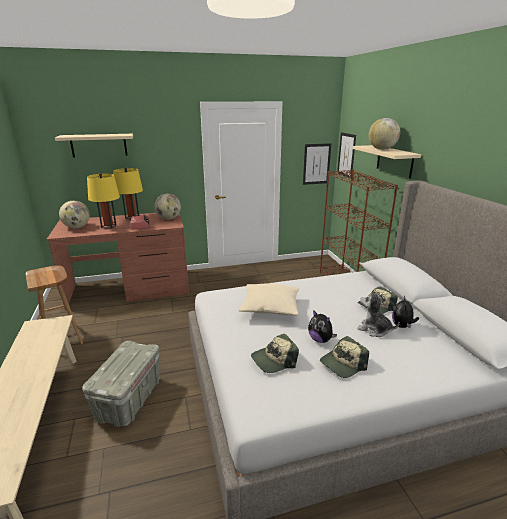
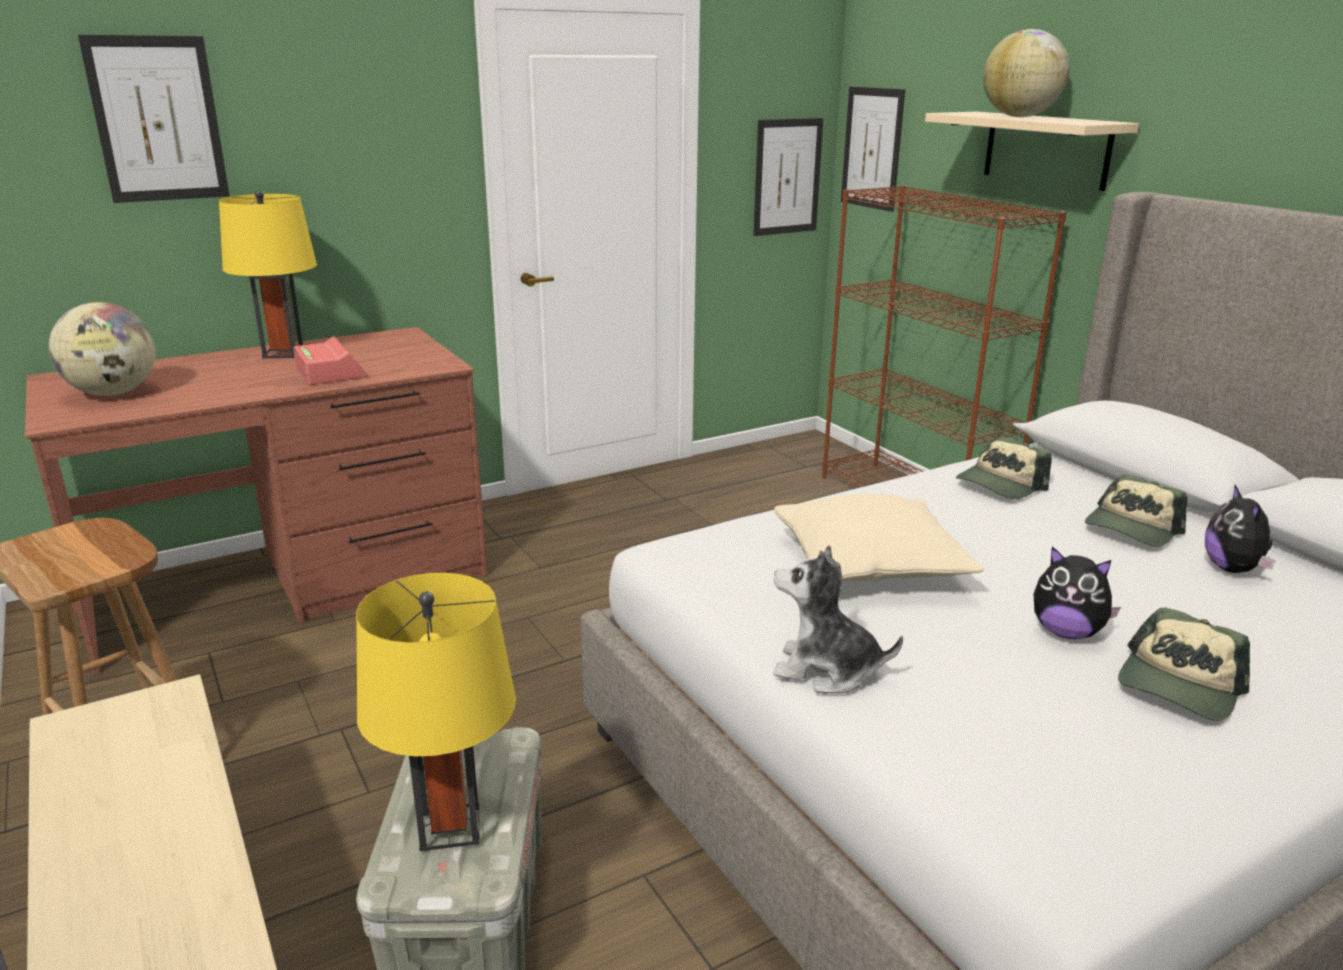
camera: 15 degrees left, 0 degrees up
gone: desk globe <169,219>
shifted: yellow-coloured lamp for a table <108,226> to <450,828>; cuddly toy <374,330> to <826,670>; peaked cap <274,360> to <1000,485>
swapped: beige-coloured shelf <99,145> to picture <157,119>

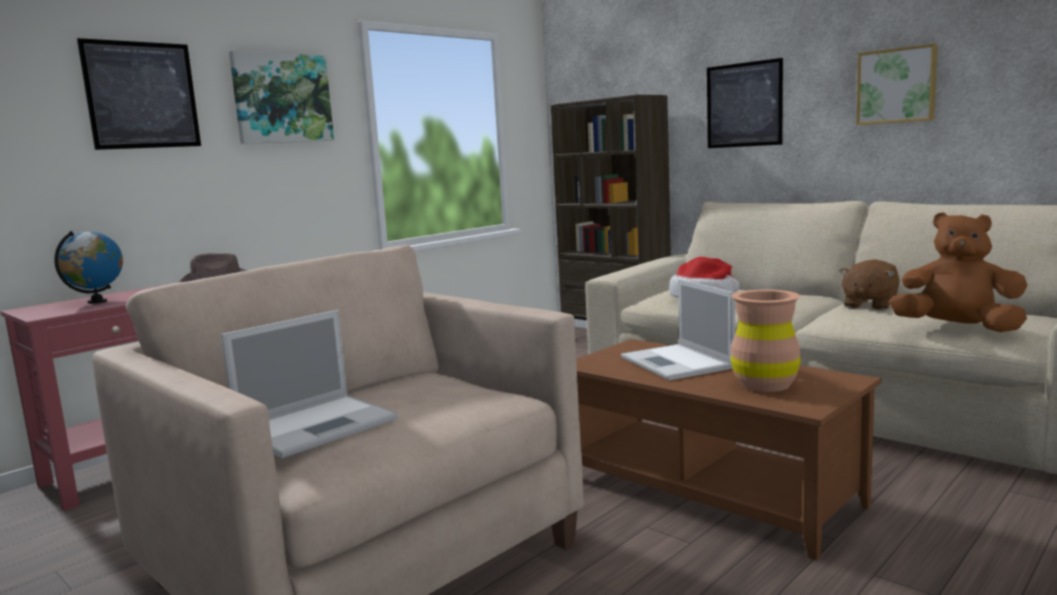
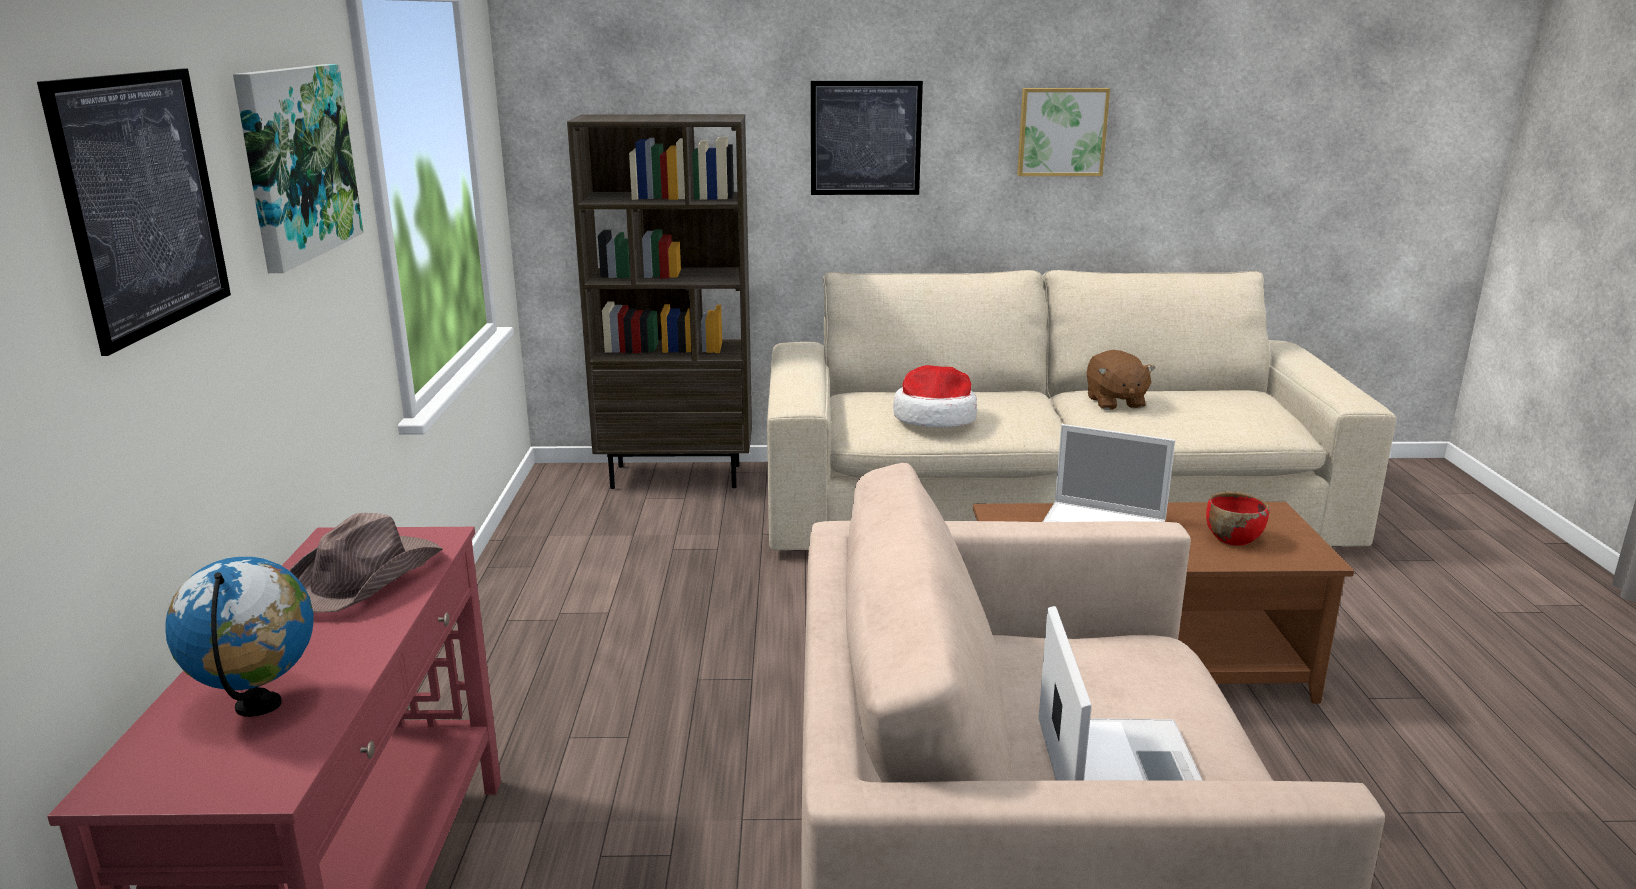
camera: 45 degrees left, 10 degrees up
gone: brownish cuddly toy <957,328>
swapped: brownish flower vase <765,384> to red-coloured bowl <1232,538>

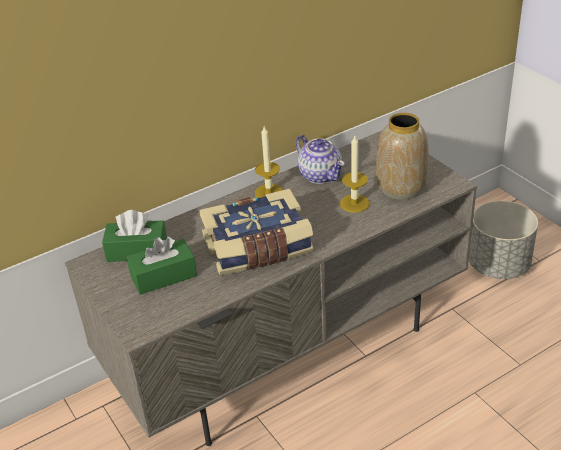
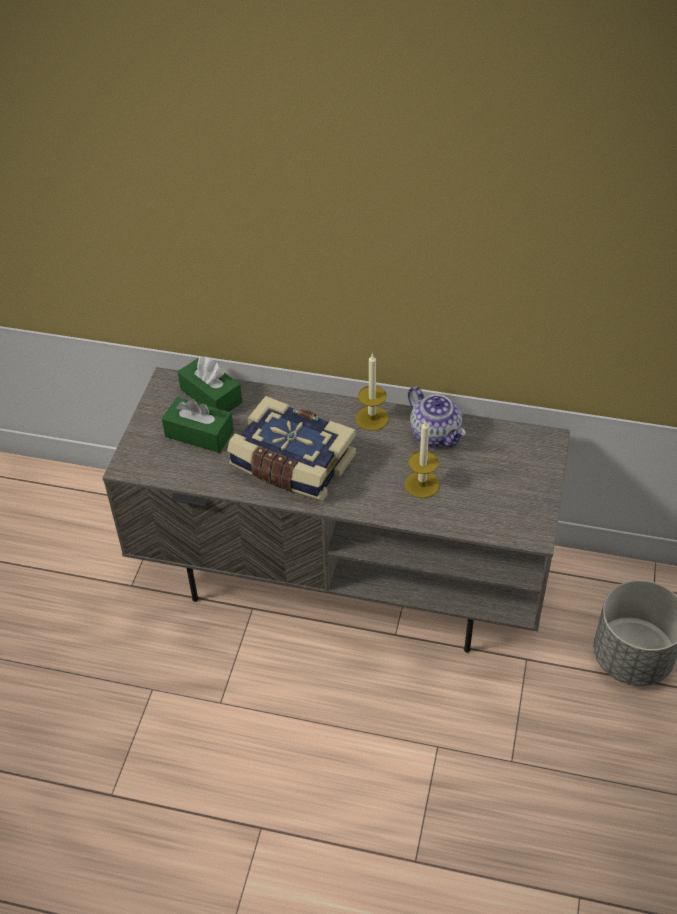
camera: 45 degrees right, 10 degrees up
gone: flower vase <401,189>
rotated: teapot <321,175> = <436,434> 45 degrees counterclockwise

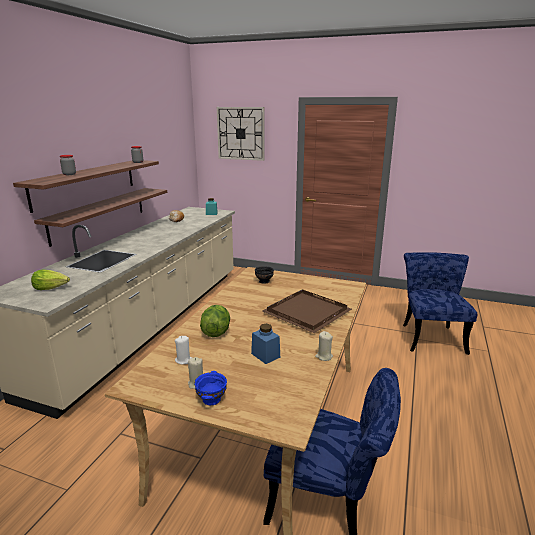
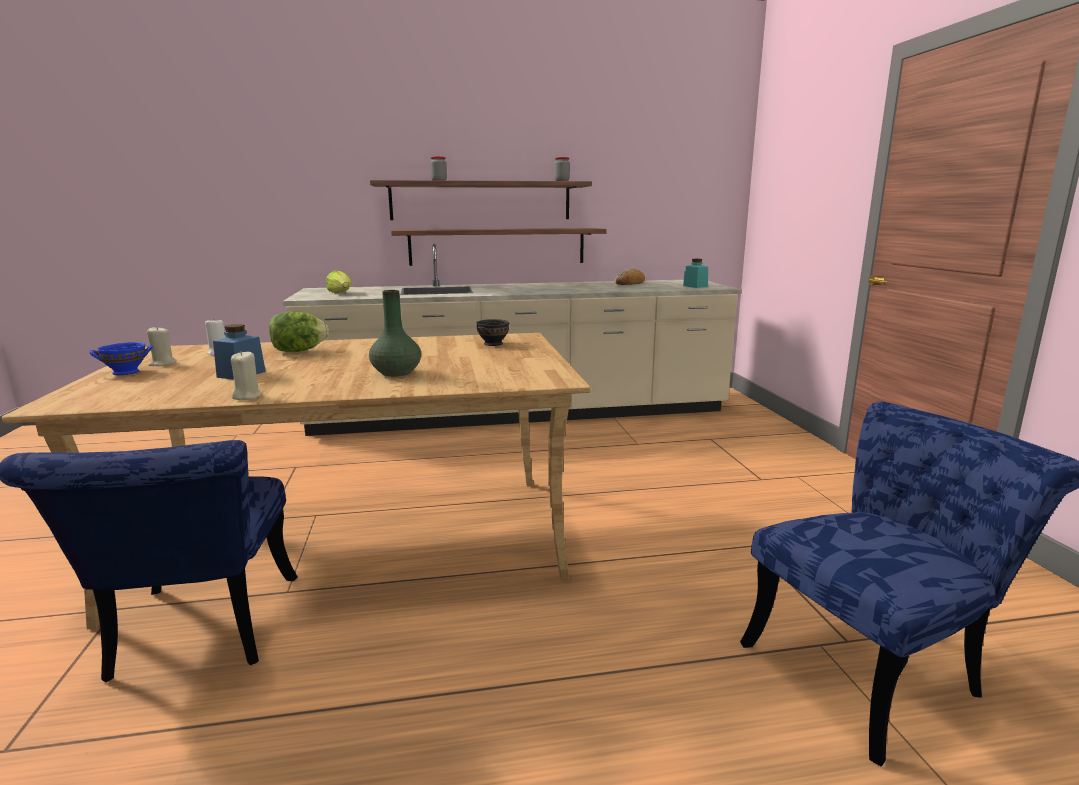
camera: 60 degrees right, 5 degrees down
gone: clock on the wall <241,133>
swapped: brownish serving tray <307,313> to greenish flower vase <395,373>

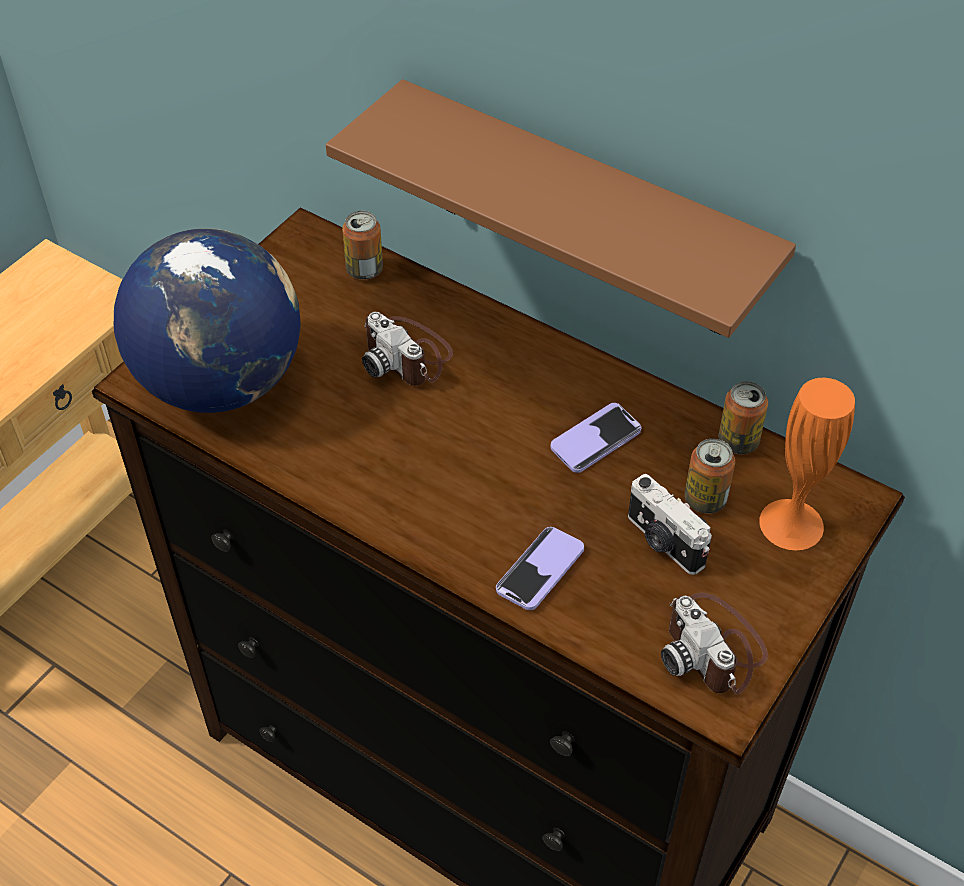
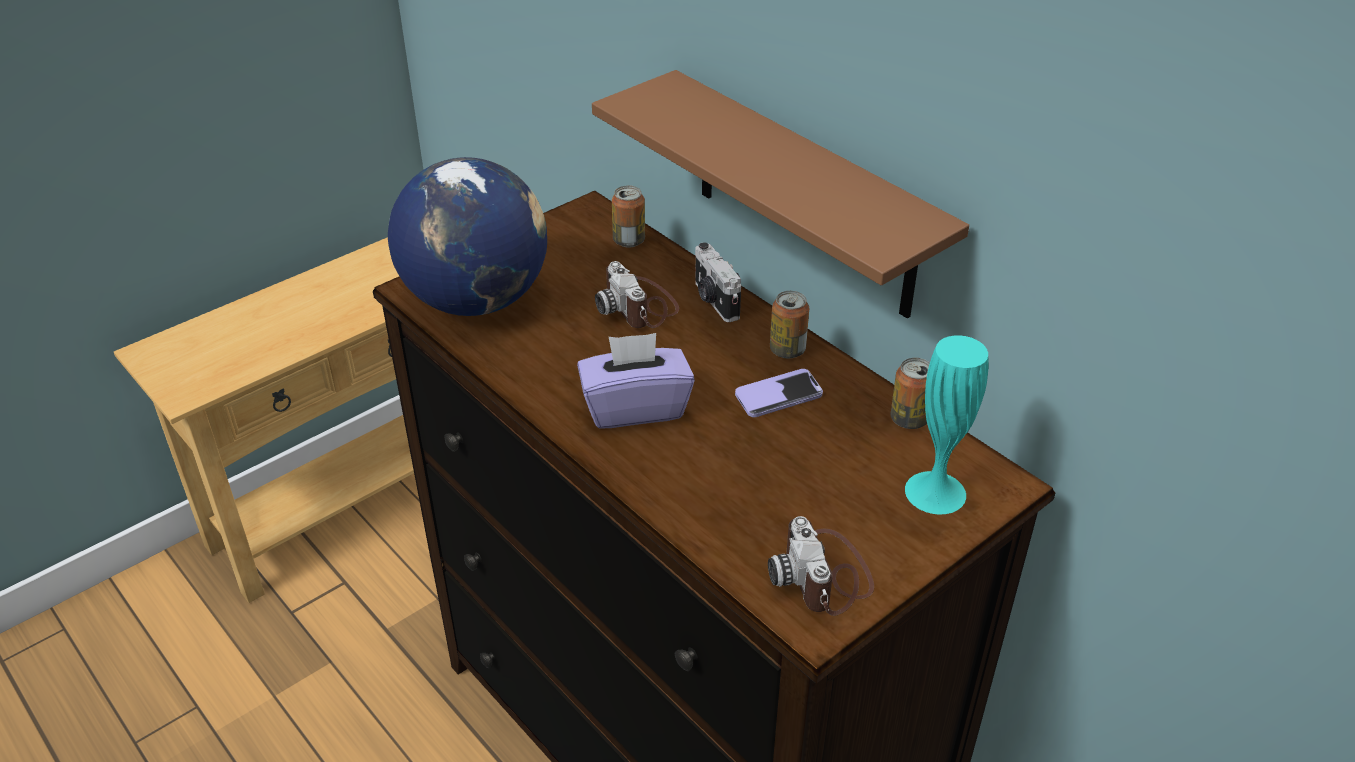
camera: 15 degrees right, 10 degrees down
gone: handset <540,570>
new: purplish tissue holder <635,407>
shifted: still camera <663,542> to <714,300>; can <705,499> to <787,350>
repainted: orange flower vase <791,524> to blue-green flower vase <935,492>

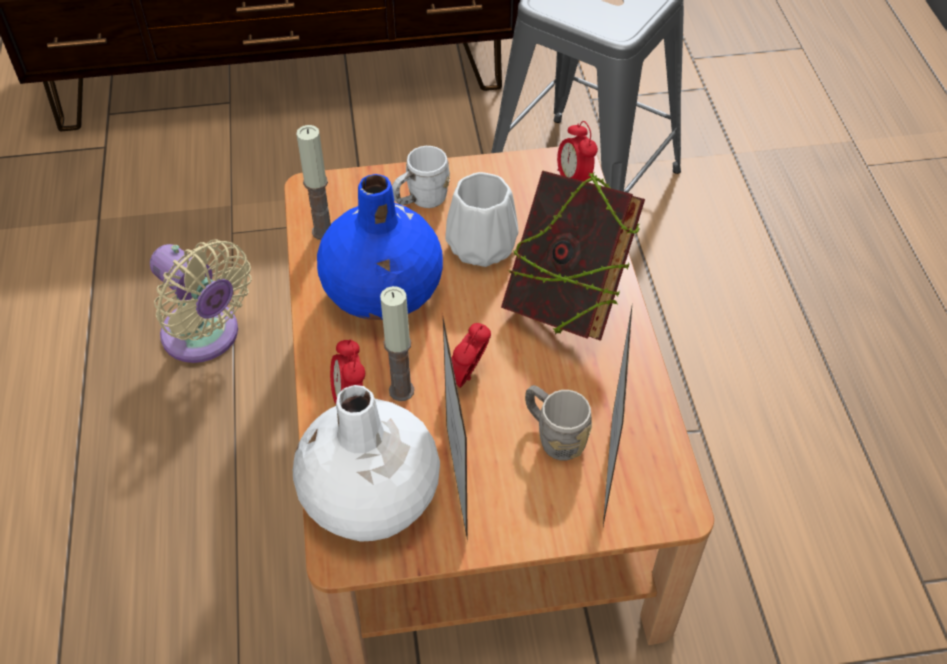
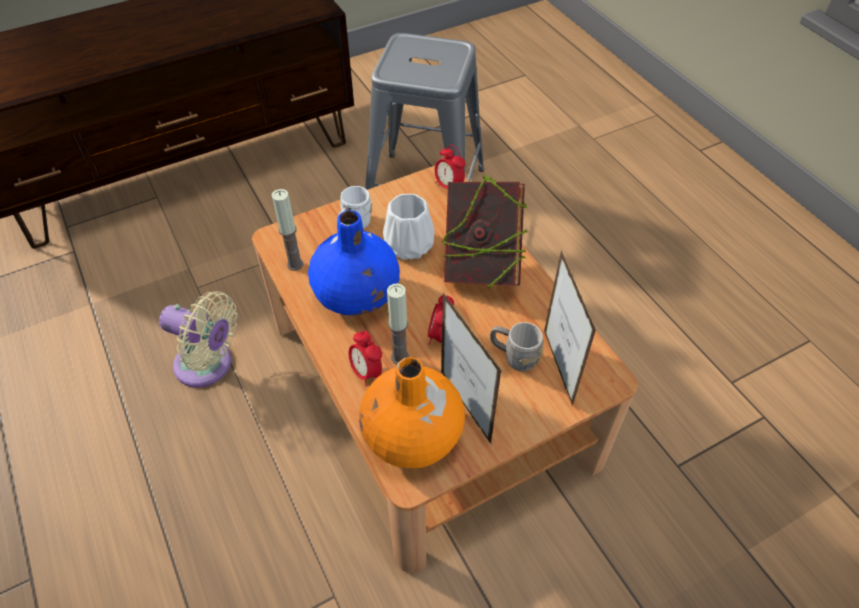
camera: 20 degrees left, 0 degrees up
repainted: whitish flower vase <370,498> to orange flower vase <412,436>

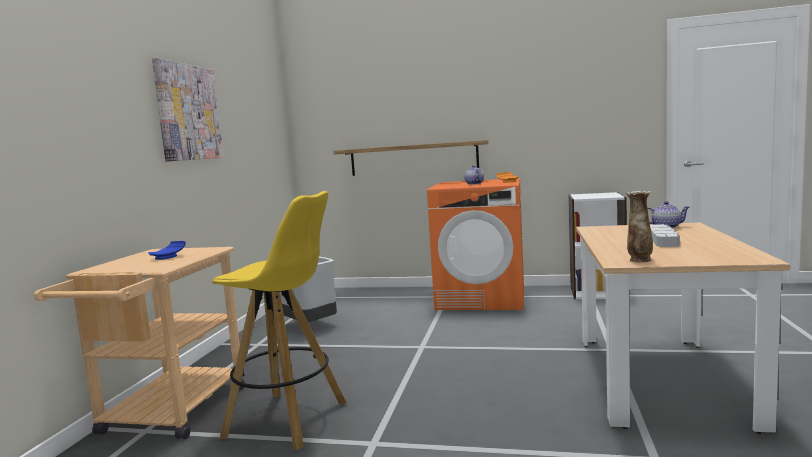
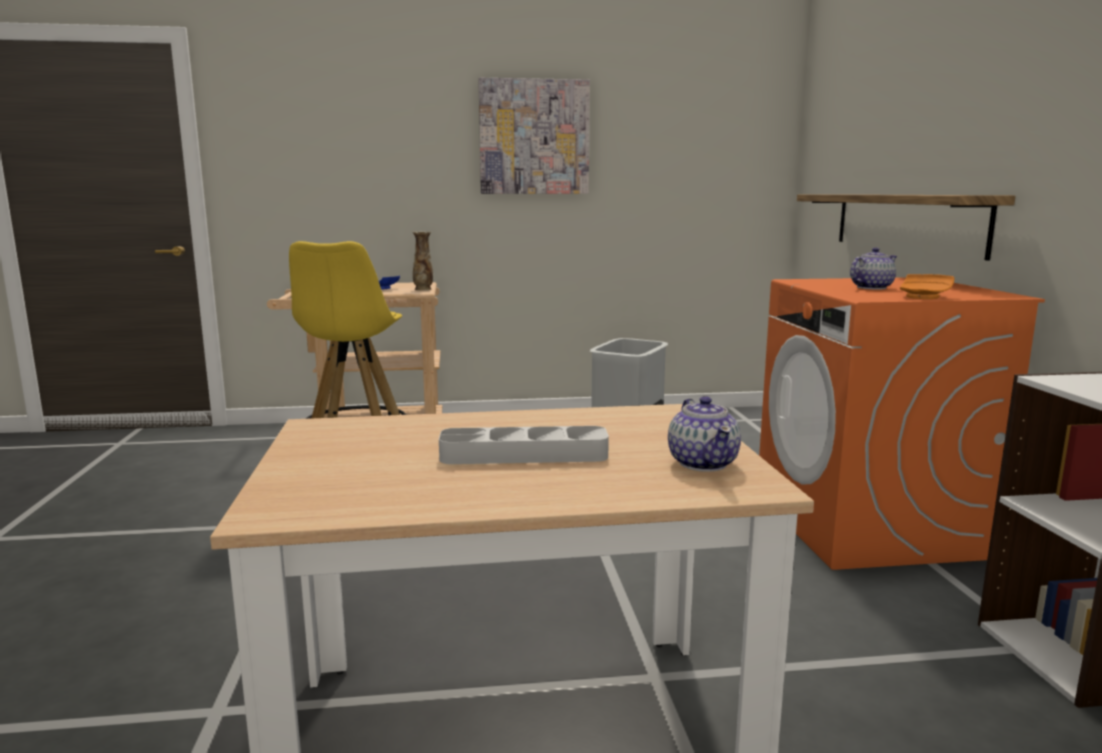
camera: 70 degrees right, 5 degrees up
shifted: flower vase <639,260> to <423,289>

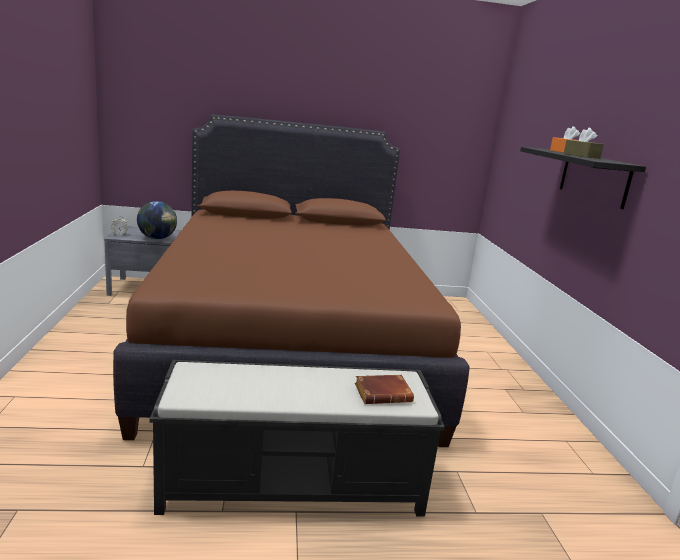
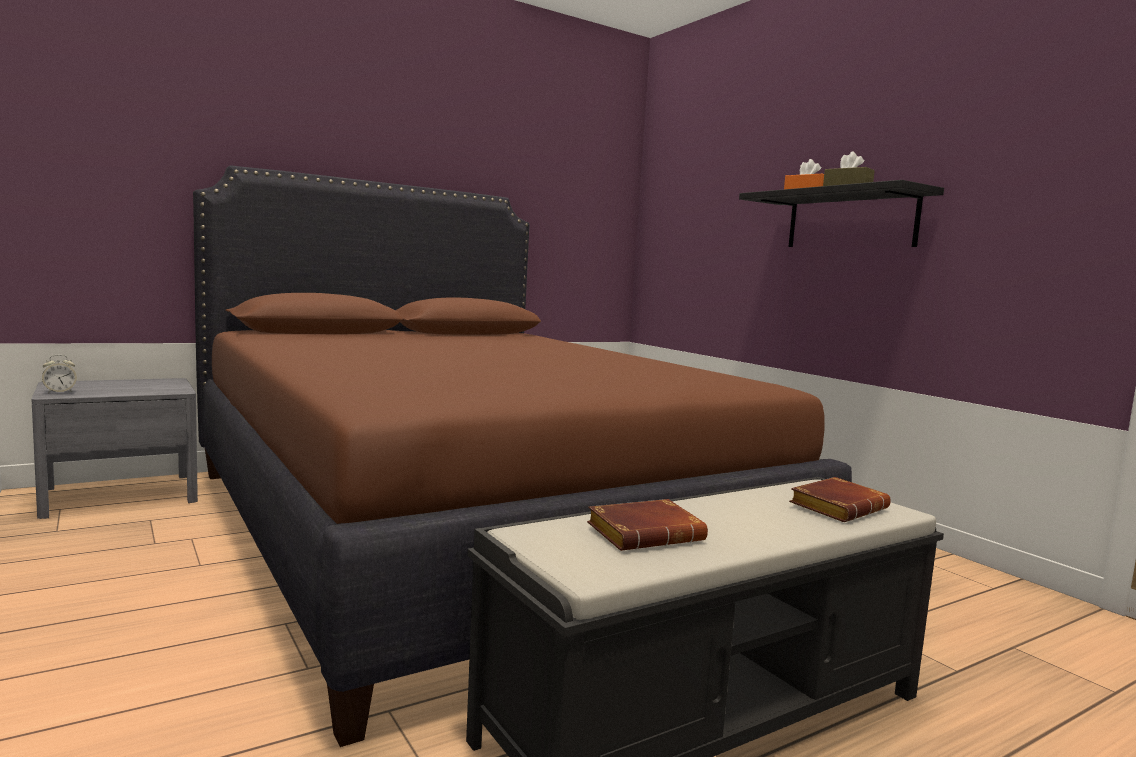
camera: 25 degrees left, 10 degrees down
gone: desk globe <157,238>
new: brownish bound book <646,534>

